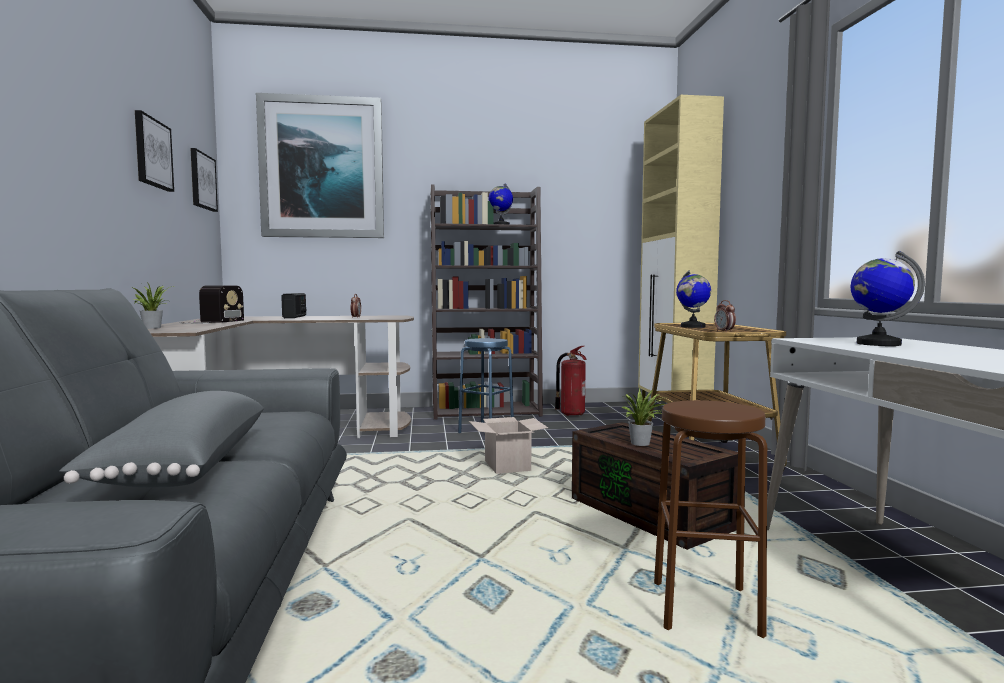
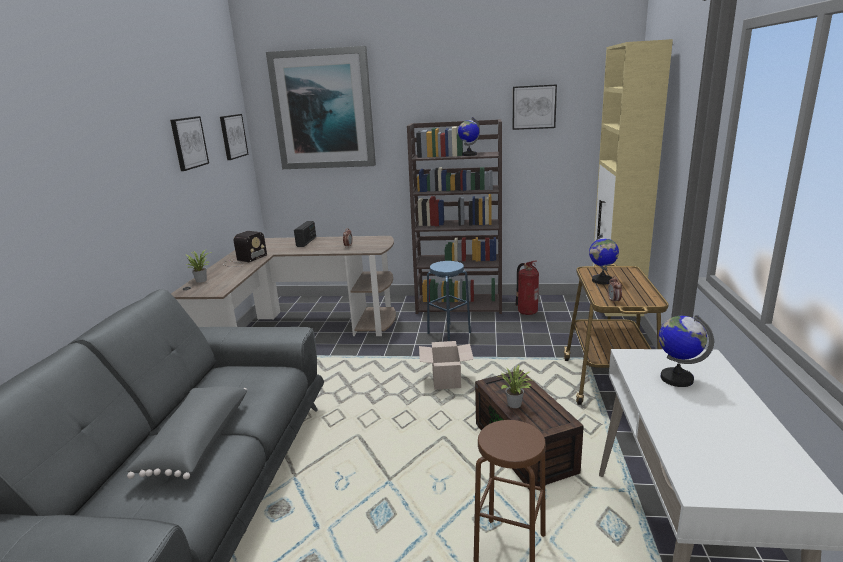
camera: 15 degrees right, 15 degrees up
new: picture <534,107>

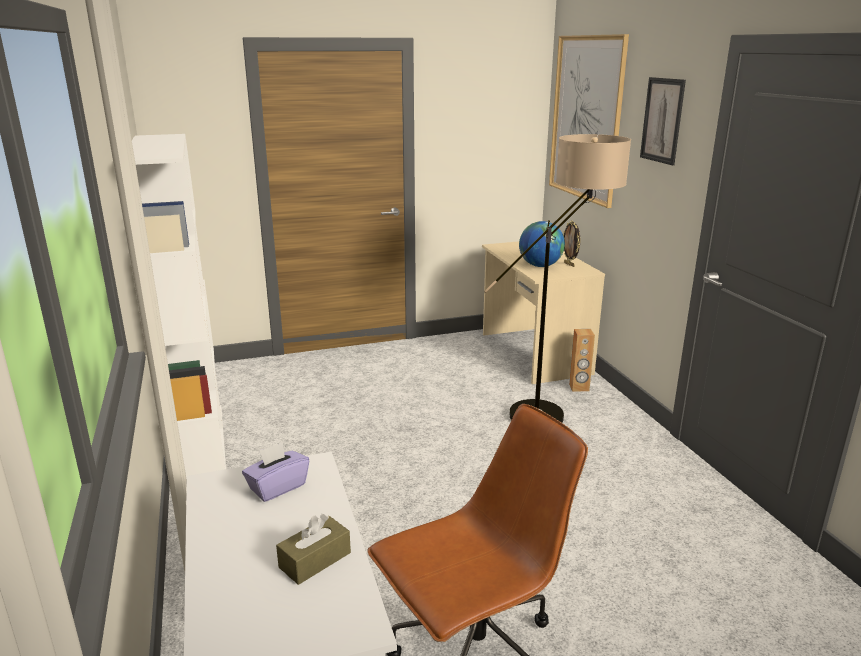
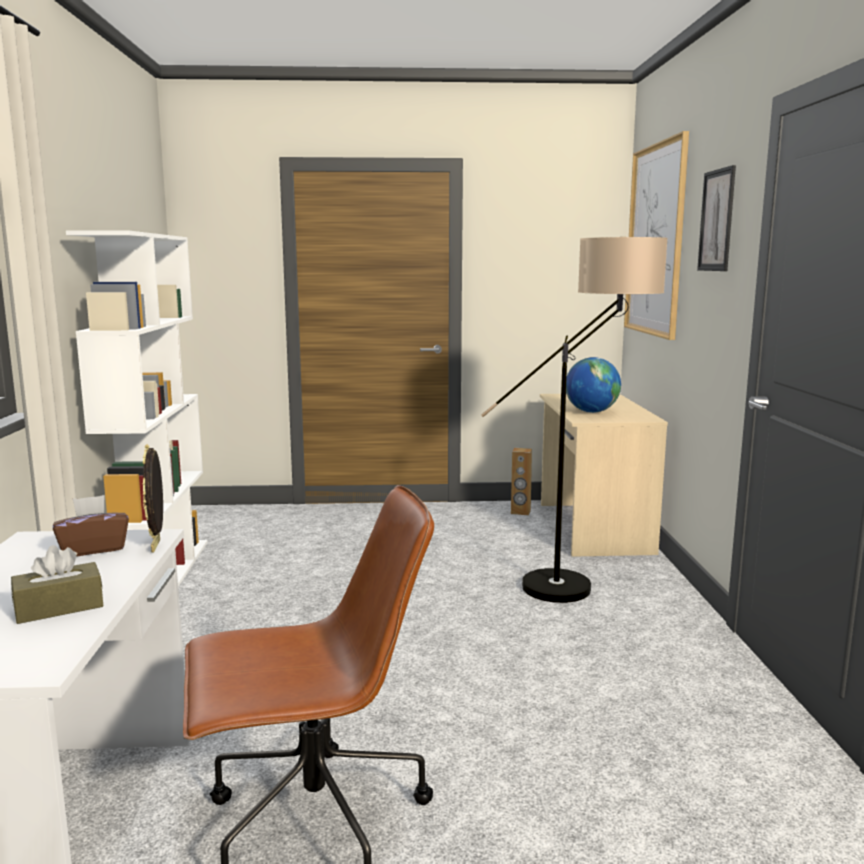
camera: 15 degrees right, 10 degrees down
shifted: standing frame <569,264> to <157,546>; brownish speaker <579,388> to <520,512>
repainted: purplish tissue holder <277,487> to brownish tissue holder <93,548>

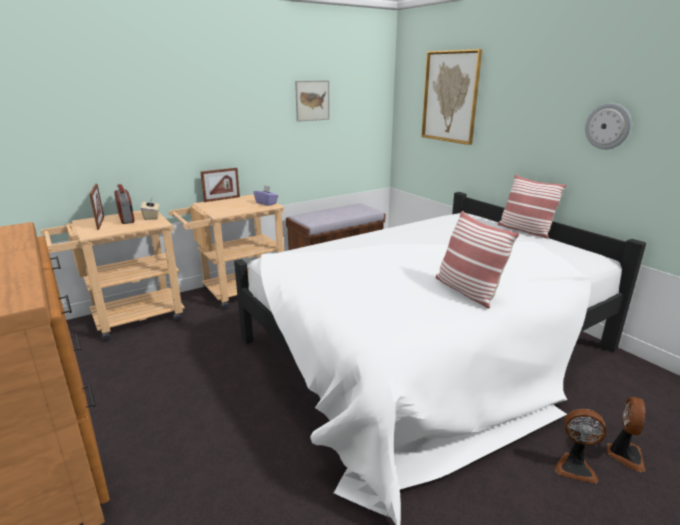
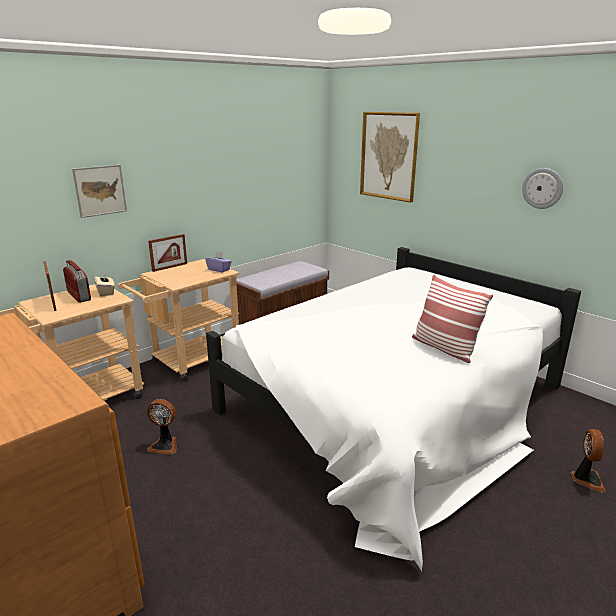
camera: 10 degrees left, 0 degrees up
gone: throw pillow <525,230>
shifted: picture <312,100> to <100,190>; fan <575,467> to <165,445>

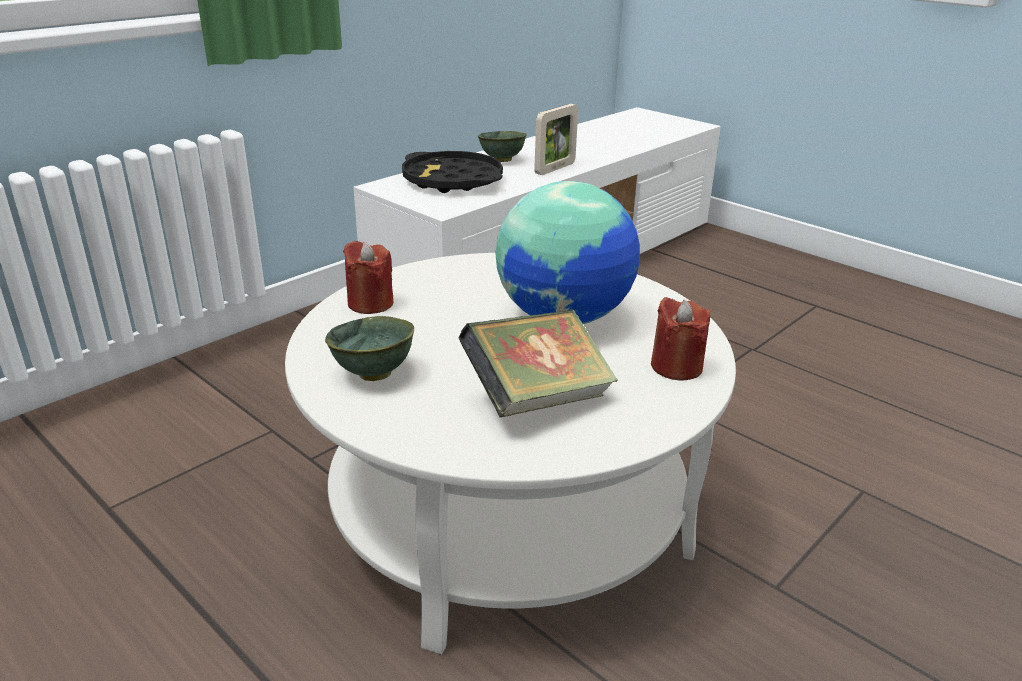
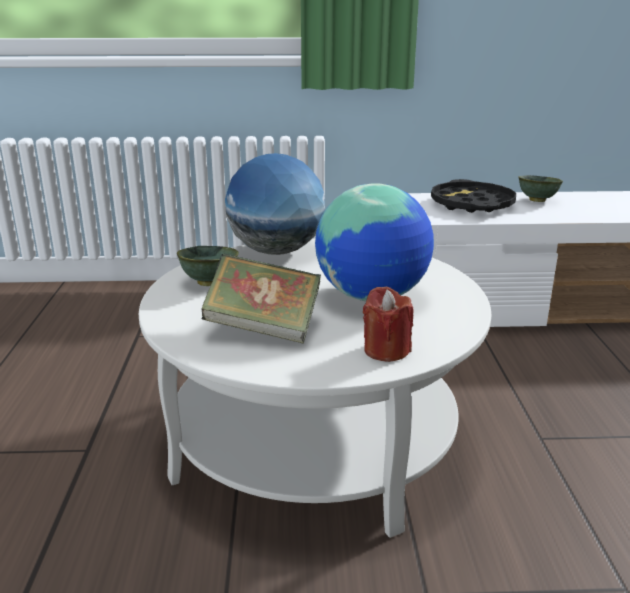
camera: 45 degrees right, 5 degrees down
gone: standing frame <555,168>
swapped: red-coloured candle <370,303> to desk globe <276,251>

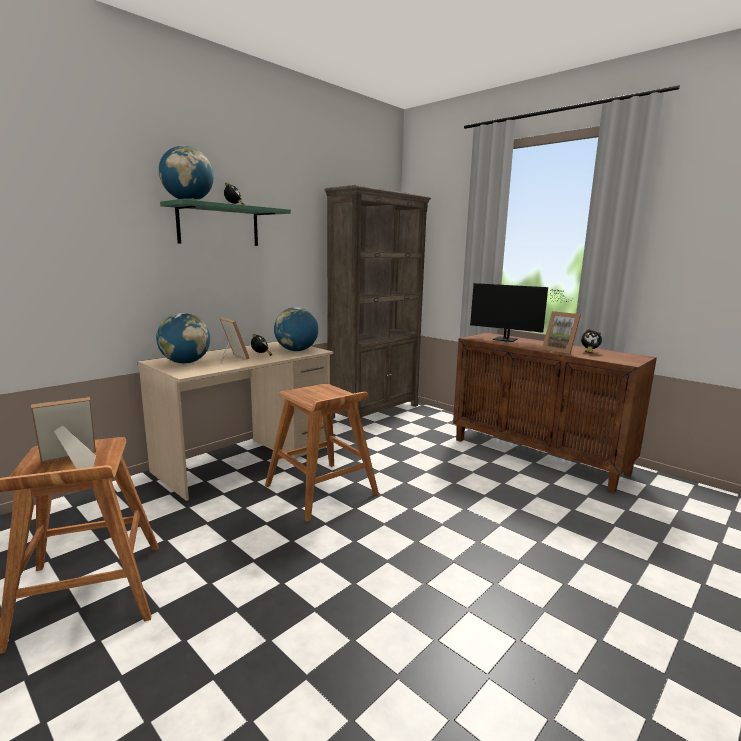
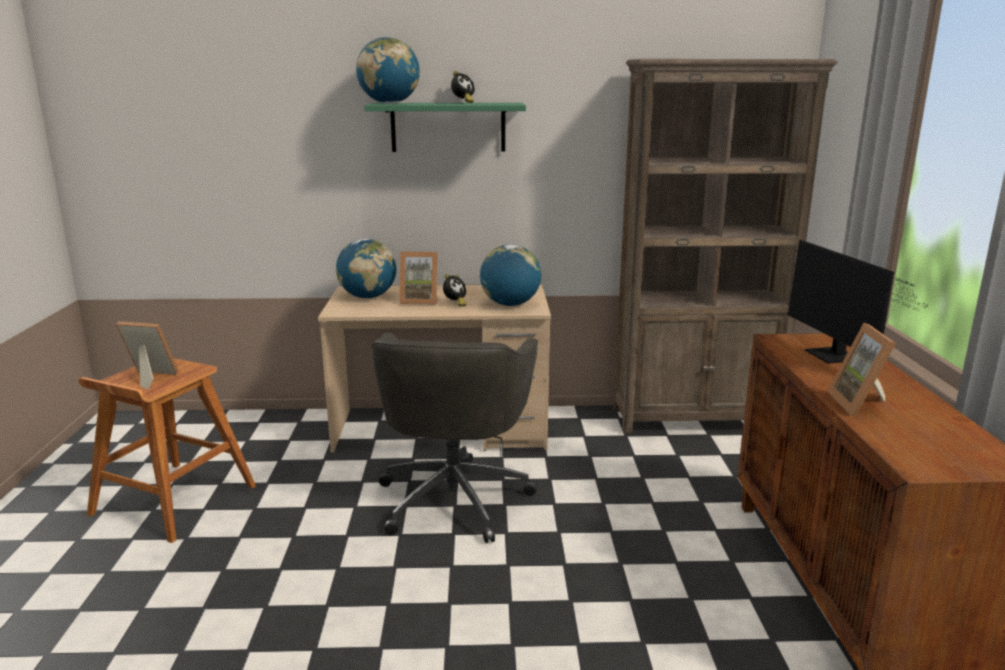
camera: 45 degrees right, 5 degrees up
gone: alarm clock <589,352>
swapped: brownish sitting stool <321,490> to grey office chair <454,497>
rotated: standing frame <231,358> = <420,300> 90 degrees clockwise

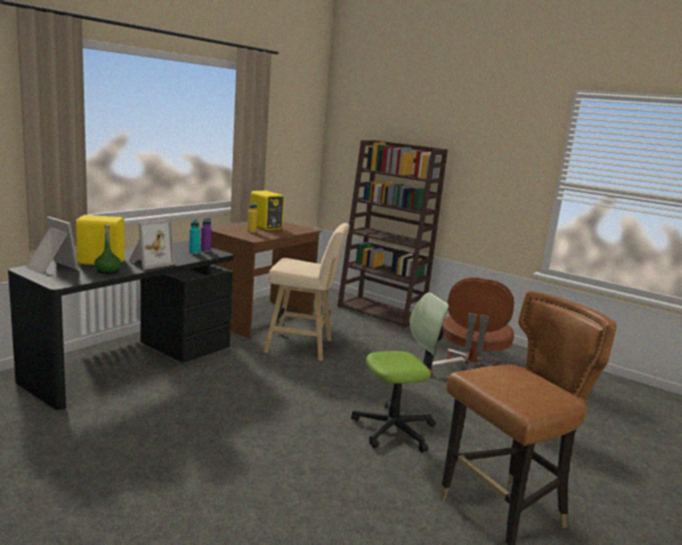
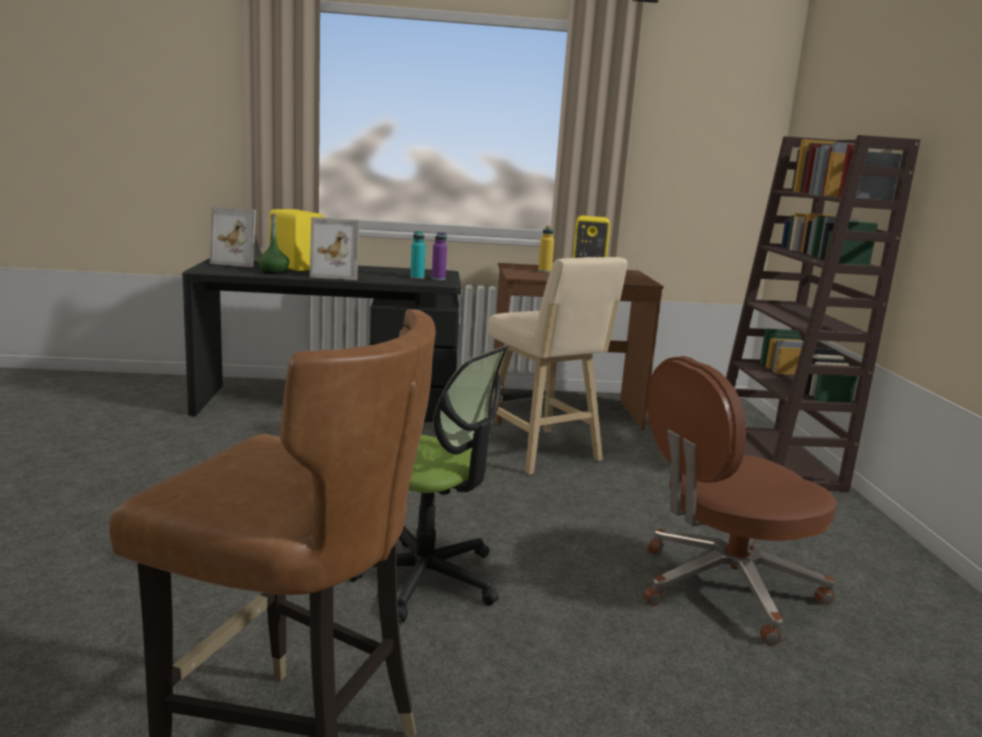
camera: 50 degrees right, 0 degrees up
rotated: standing frame <50,268> = <240,262> 105 degrees clockwise

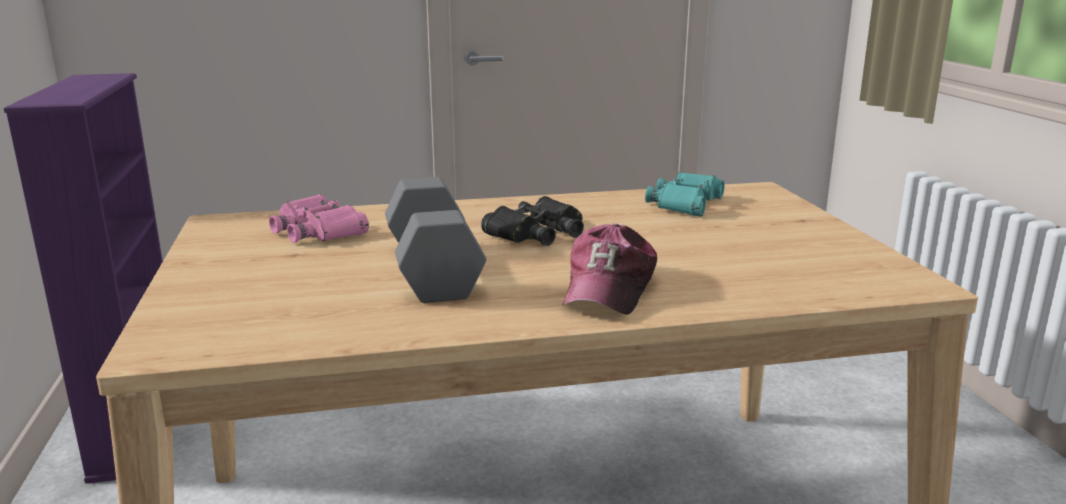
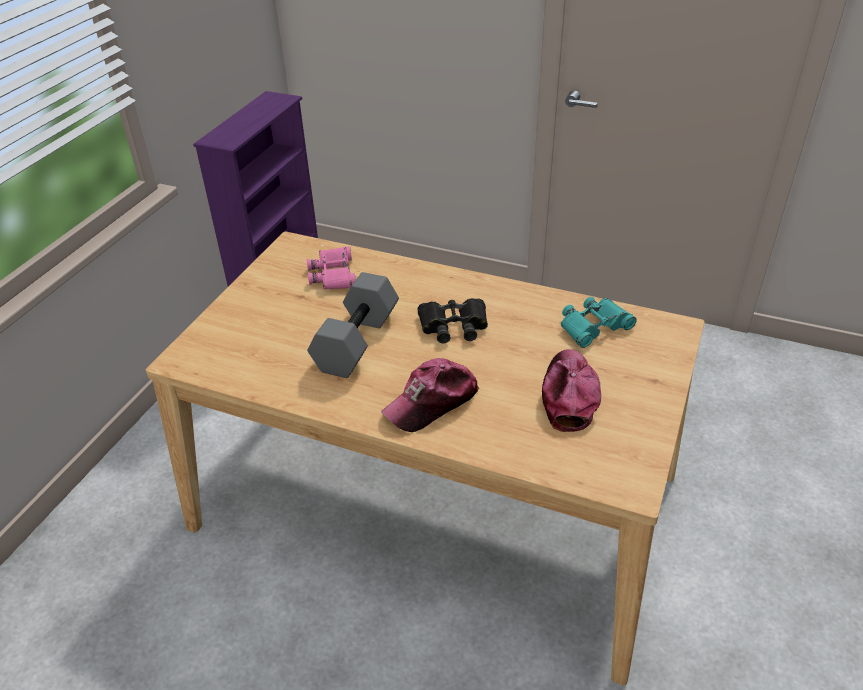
camera: 35 degrees right, 20 degrees up
new: peaked cap <568,395>

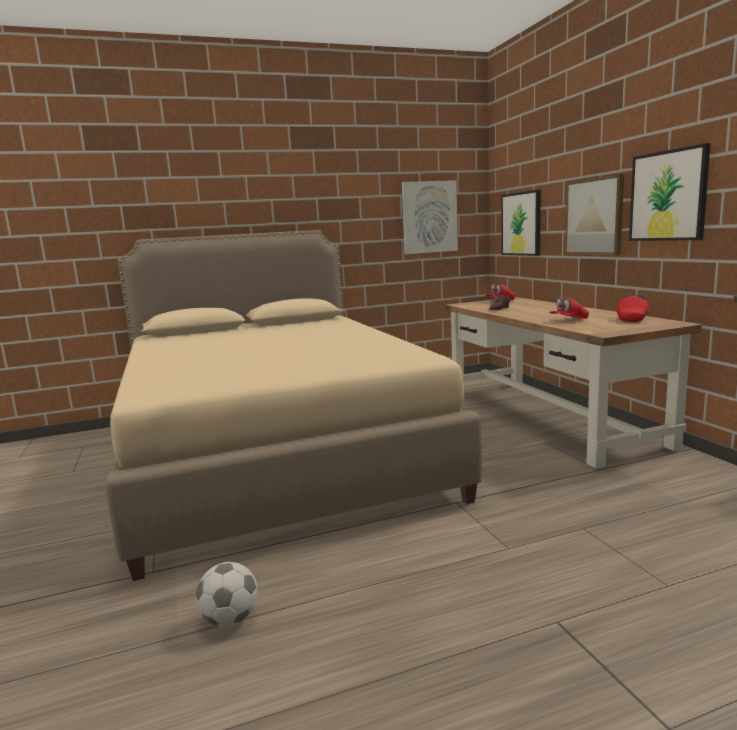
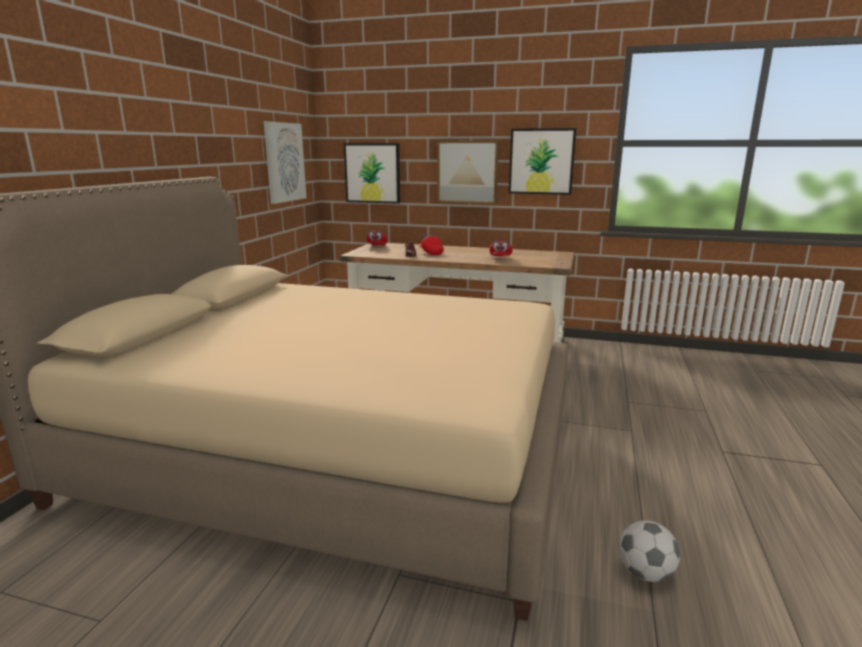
camera: 55 degrees left, 5 degrees up
shifted: red-coloured peaked cap <632,319> to <431,253>

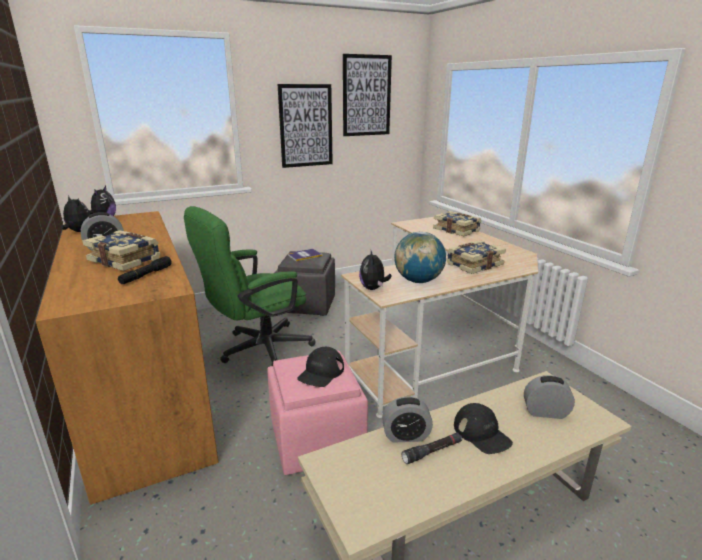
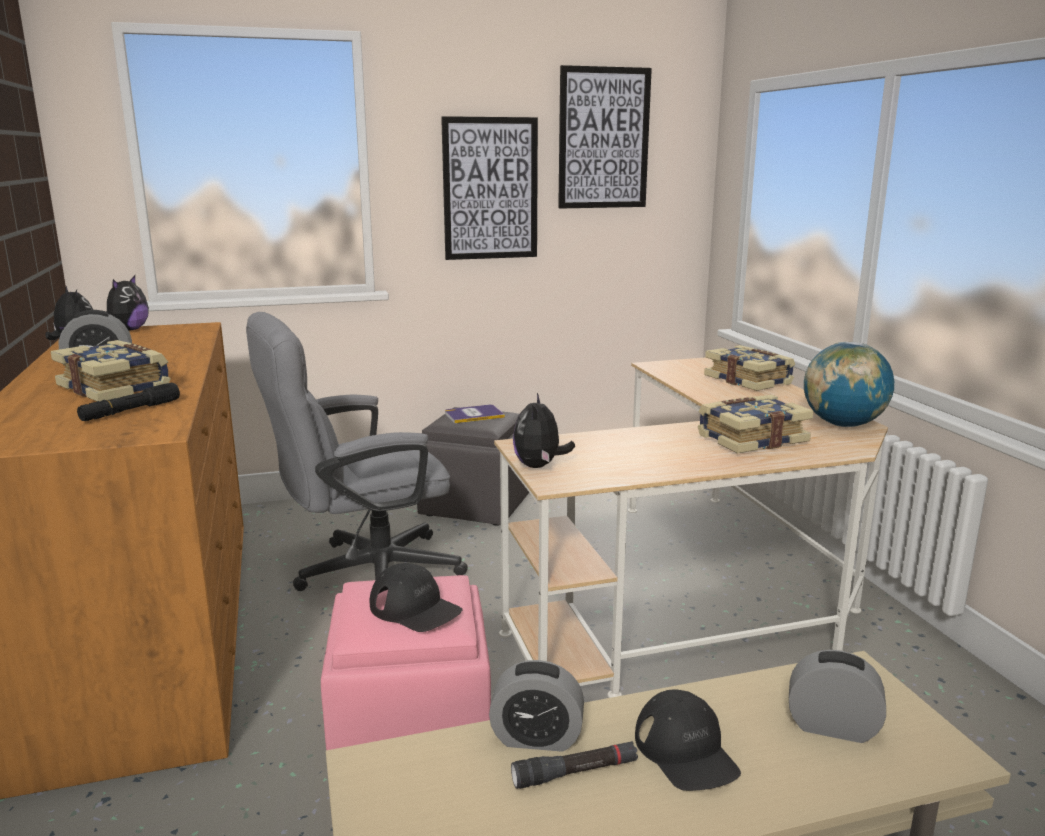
camera: 10 degrees right, 5 degrees down
shifted: desk globe <418,281> to <843,425>
repainted: greenish office chair <257,350> to grey office chair <363,574>
rotated: blackish peaked cap <321,372> = <415,608> 90 degrees counterclockwise

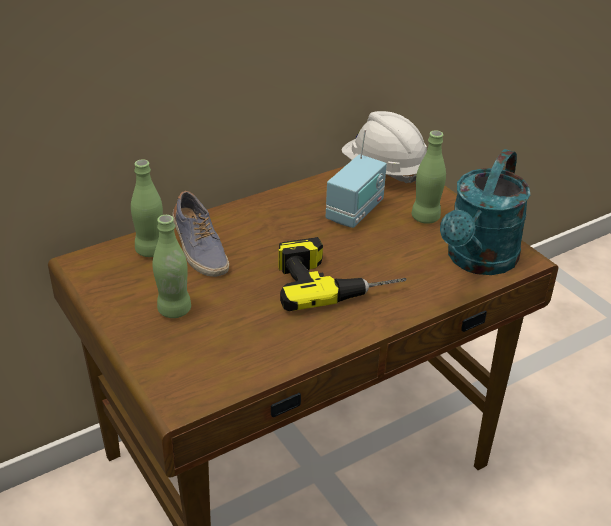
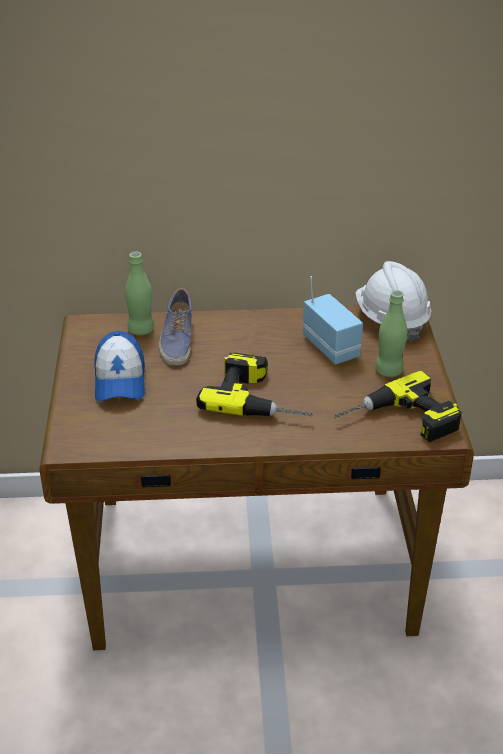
camera: 30 degrees right, 0 degrees up
swapped: greenish beverage bottle <174,310> to peaked cap <120,380>; blue-green sprinkling can <478,261> to electric drill <399,422>
rotated: radio receiver <355,211> = <331,347> 90 degrees counterclockwise

